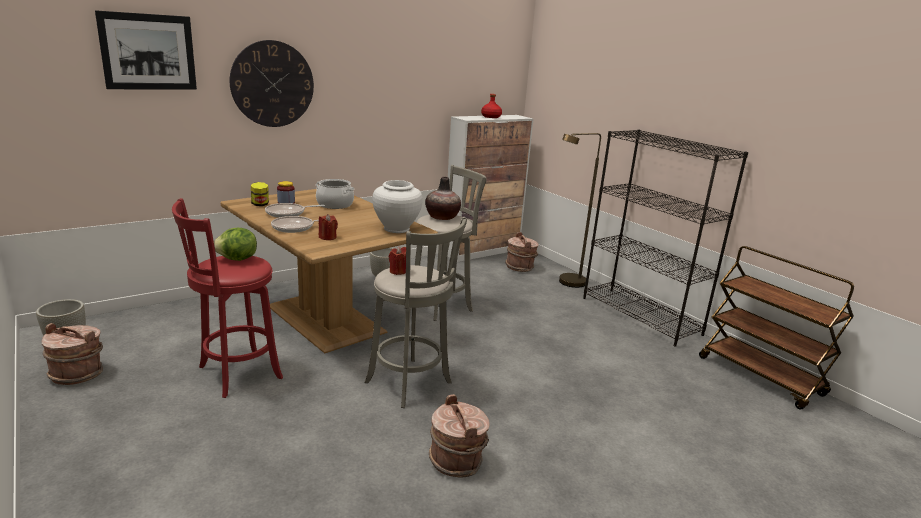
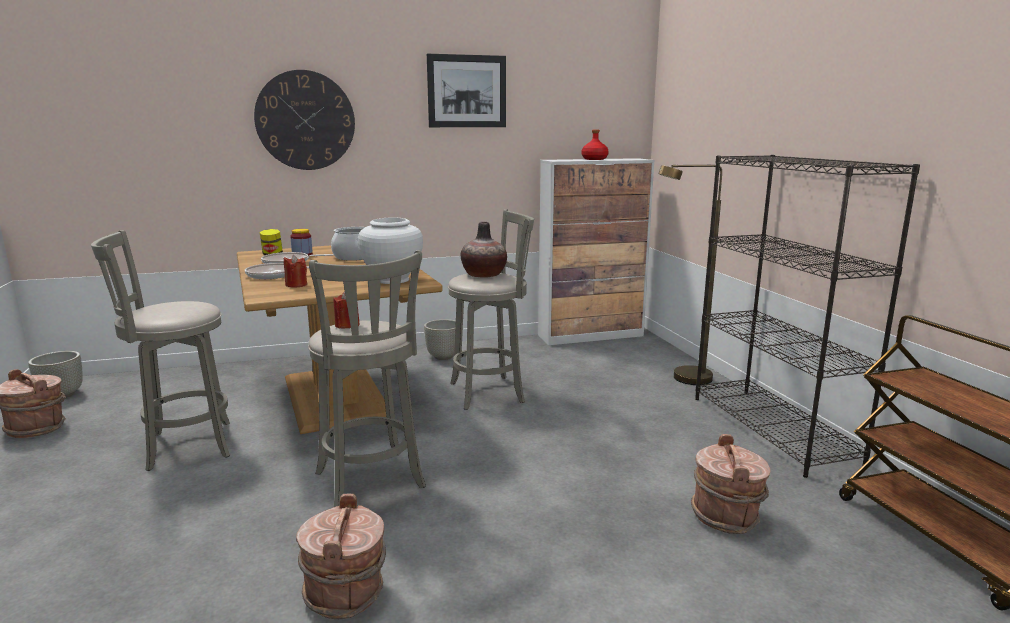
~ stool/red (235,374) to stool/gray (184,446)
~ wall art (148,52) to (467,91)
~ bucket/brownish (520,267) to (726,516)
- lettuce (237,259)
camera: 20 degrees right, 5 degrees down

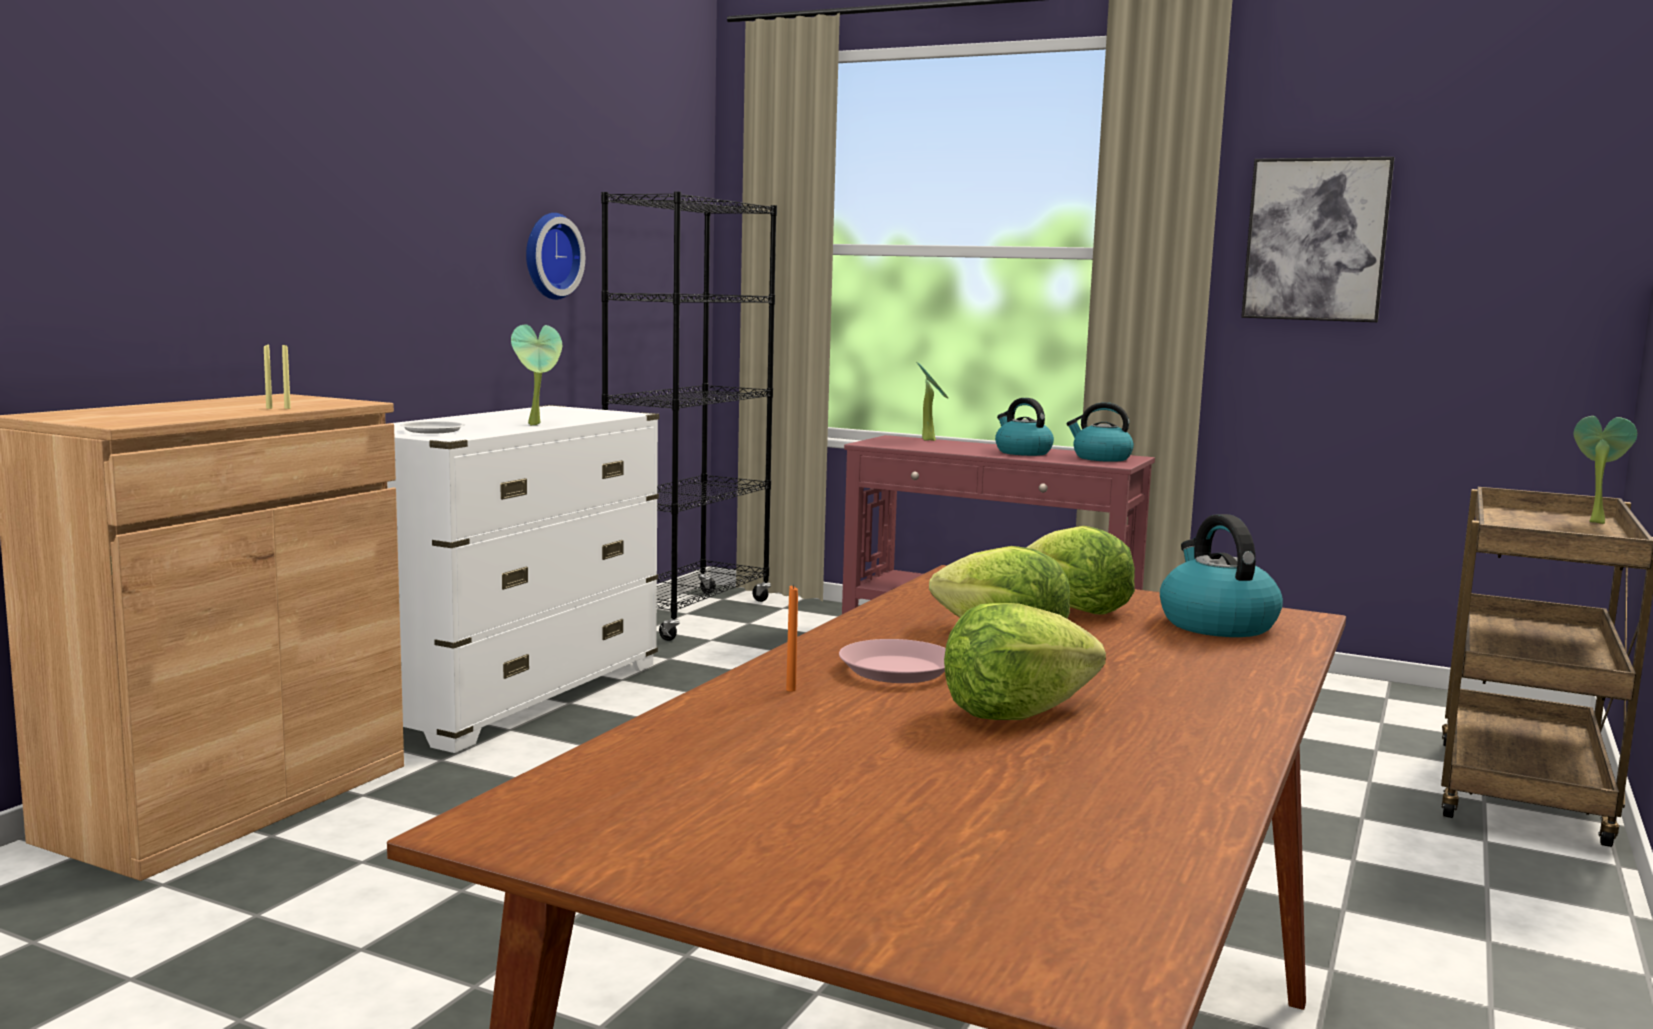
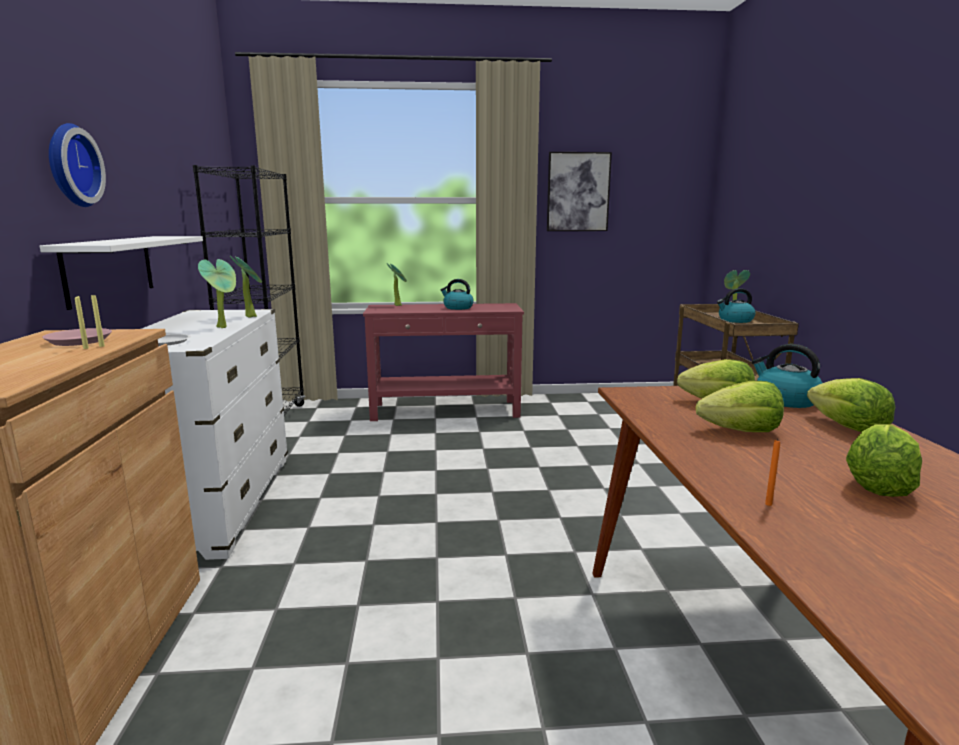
+ shelf/white-coloured (110,269)
~ dinner plate/pinkish (897,670) to (79,341)
~ hanging clock (548,256) to (70,166)
+ houseplant (251,316)
~ kettle (1100,458) to (735,320)
+ lettuce (847,427)
camera: 30 degrees left, 5 degrees up

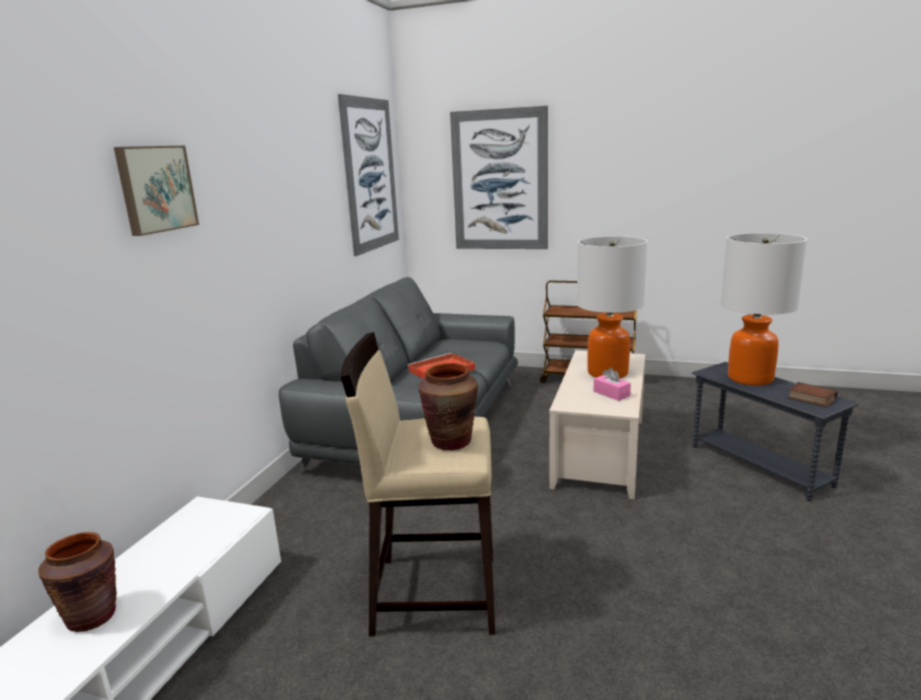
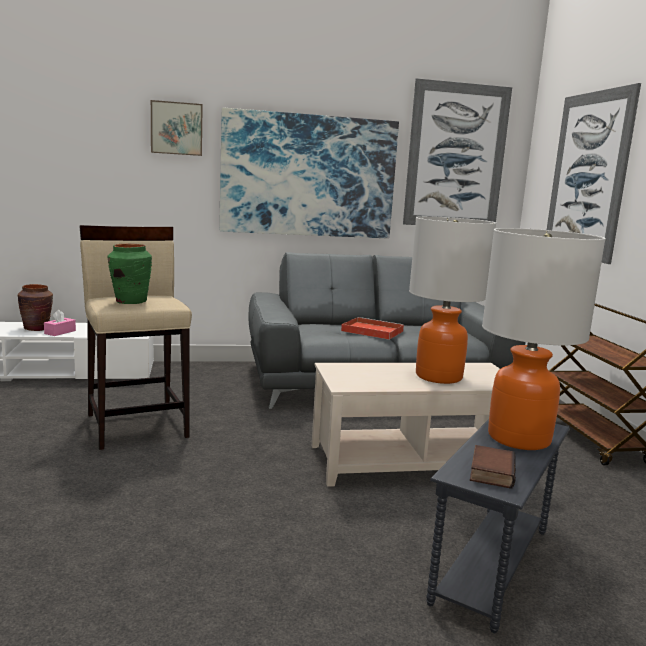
~ box of tissues/pinkish (611,394) to (60,332)
~ vase/brownish (451,442) to vase/green-coloured (130,301)
+ wall art (308,176)
camera: 60 degrees right, 5 degrees down

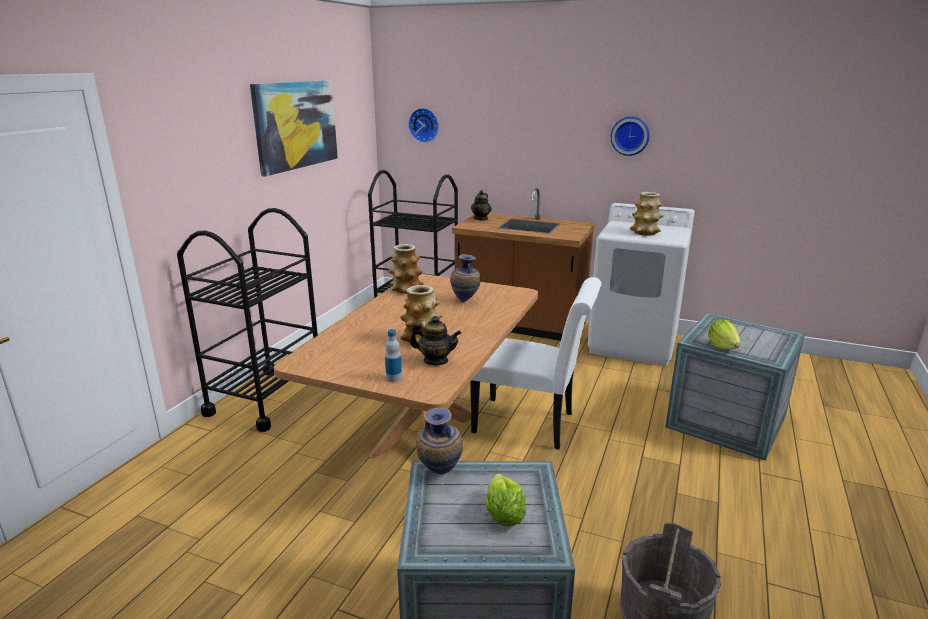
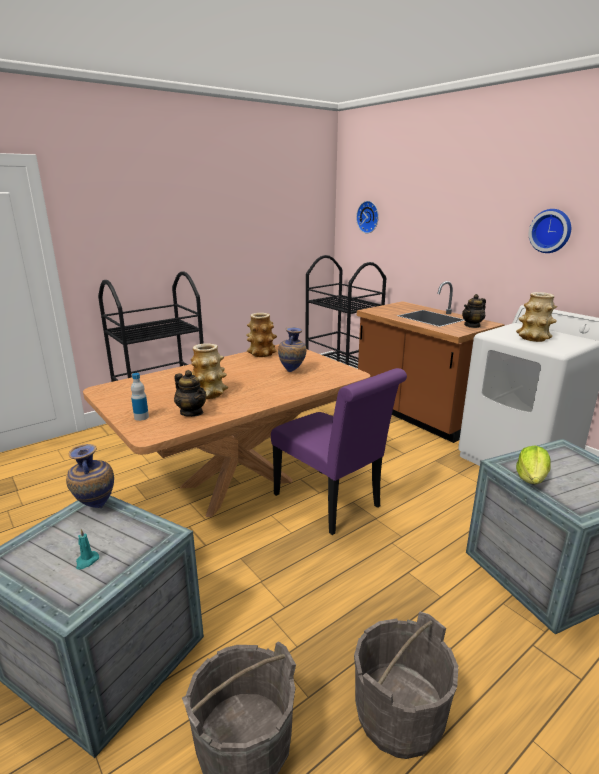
~ lettuce (503,515) to wax candle/blue-green (86,561)
~ chair/white-coloured (531,424) to chair/purplish (331,504)
+ bucket/gray (398,716)
~ teapot (481,218) to (472,325)
- wall art (296,125)
camera: 30 degrees right, 0 degrees up

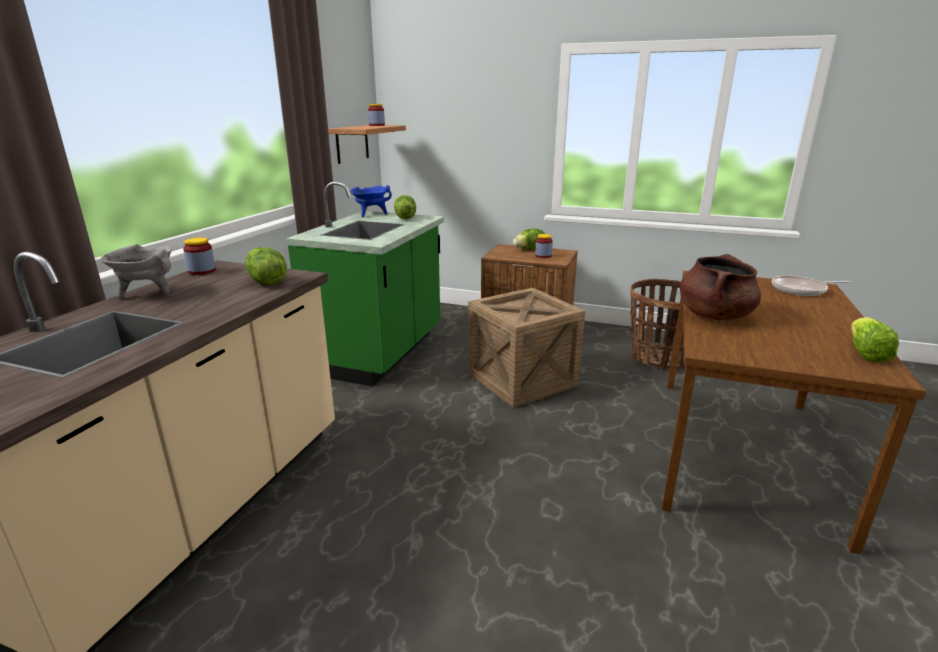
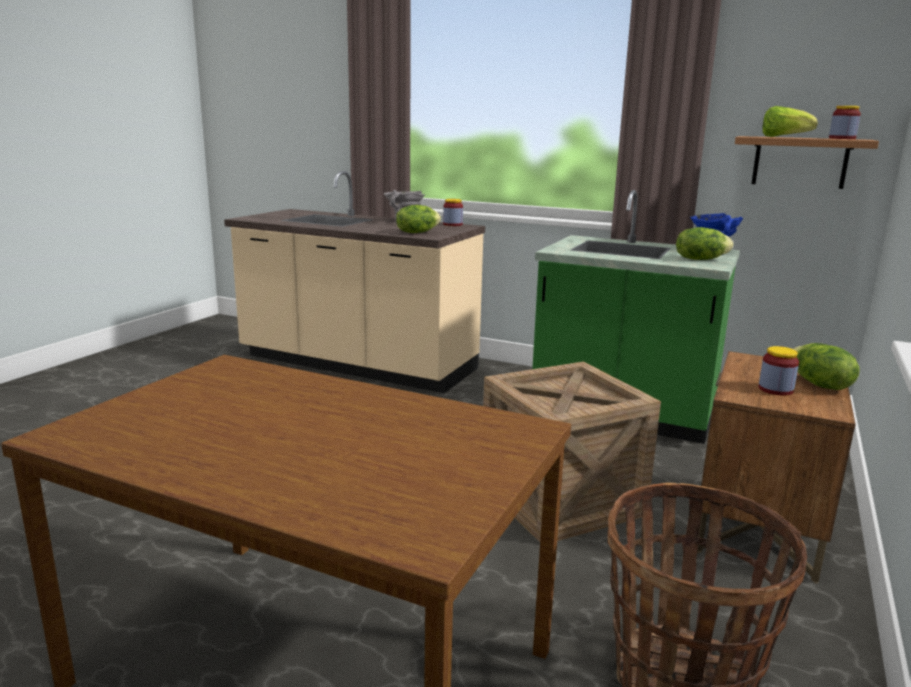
~ lettuce (865,353) to (783,137)
- stockpot/brownish (714,315)
- skillet (801,290)
camera: 95 degrees right, 5 degrees down

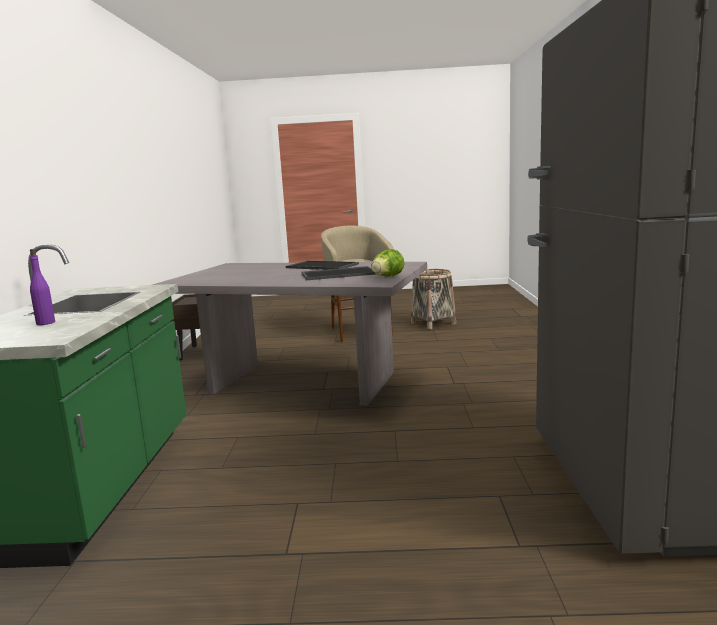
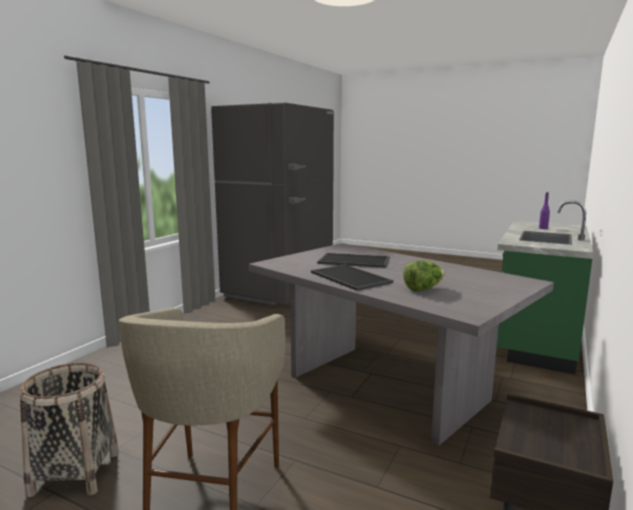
~ lettuce (387,277) to (423,289)
camera: 155 degrees left, 0 degrees up

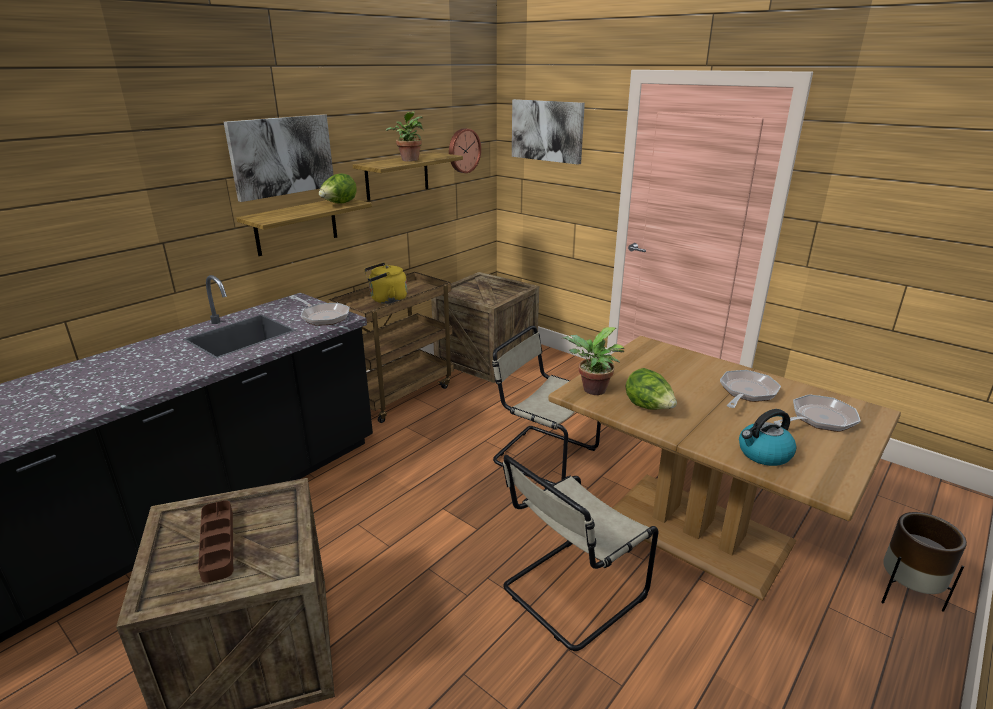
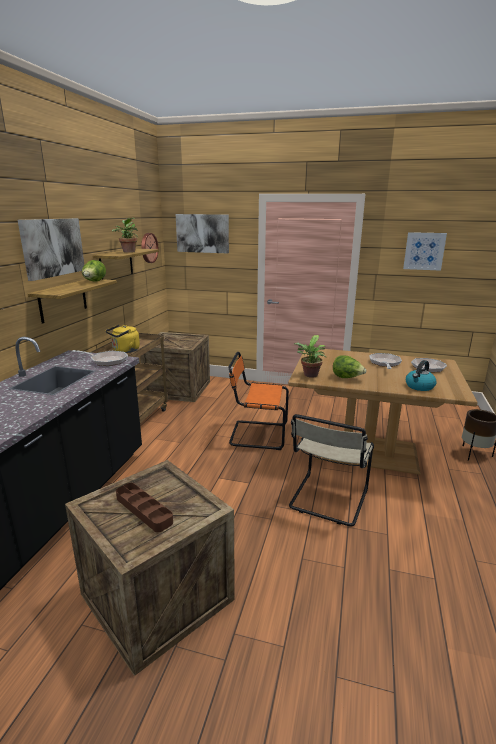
~ chair/beige (541,455) to chair/orange (256,435)
+ wall art (424,251)
camera: 25 degrees left, 5 degrees down

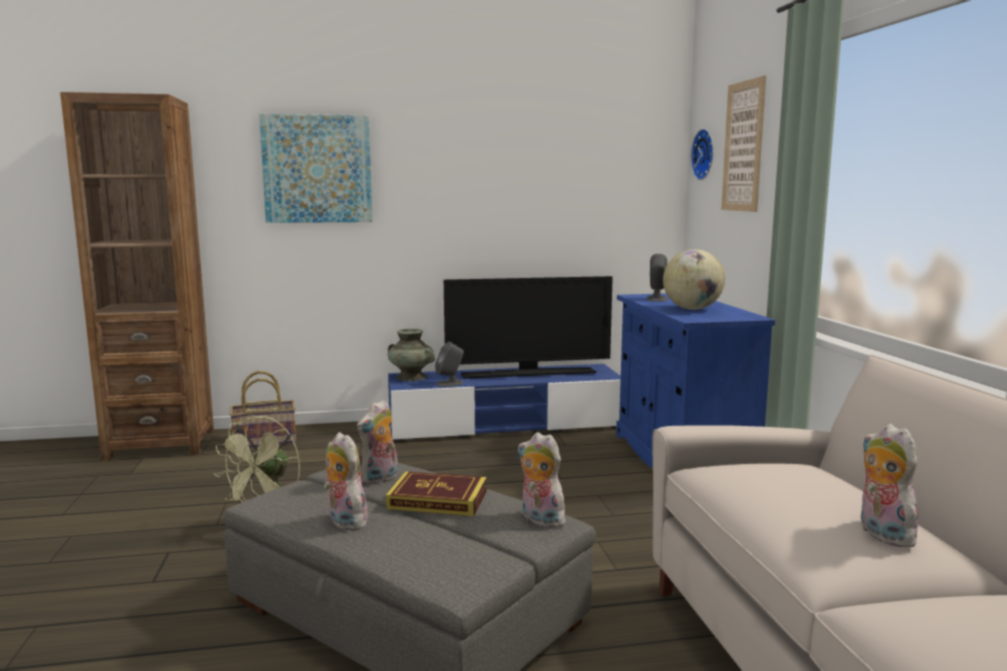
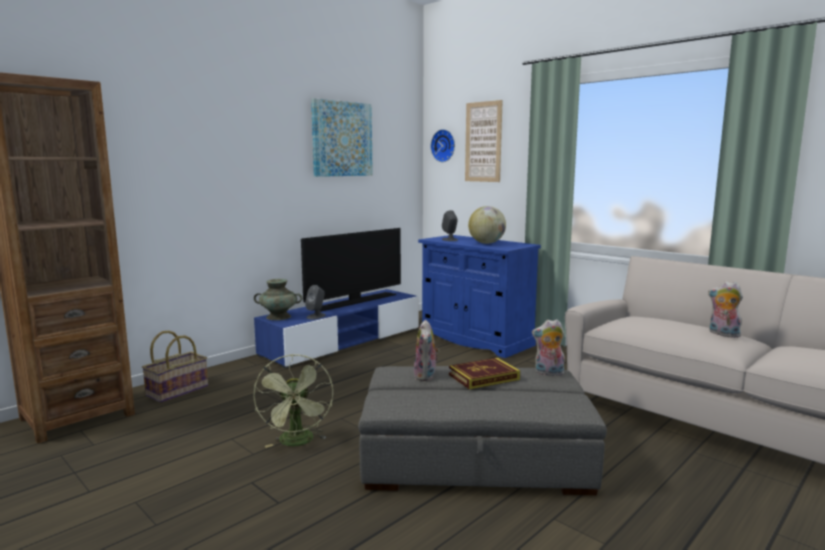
~ wall art (317,169) to (342,139)
- plush toy (344,522)
camera: 35 degrees left, 0 degrees up

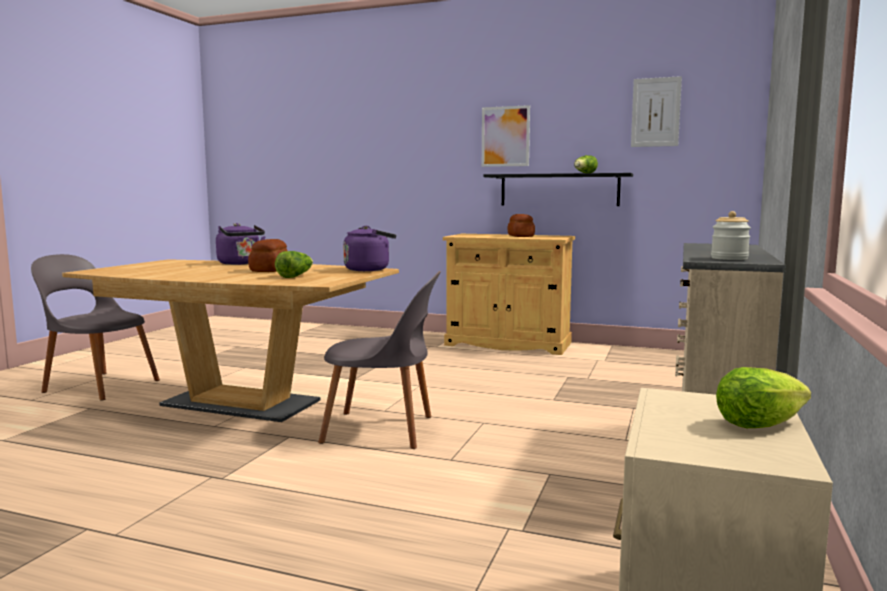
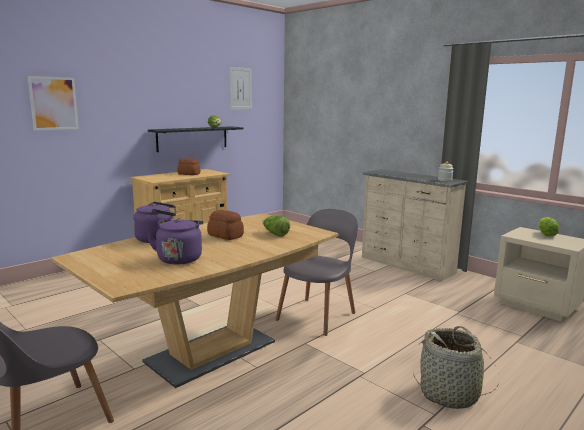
~ wall art (505,136) to (54,103)
~ kettle/purplish (369,269) to (179,258)
+ household basket (449,394)
camera: 65 degrees left, 5 degrees up

